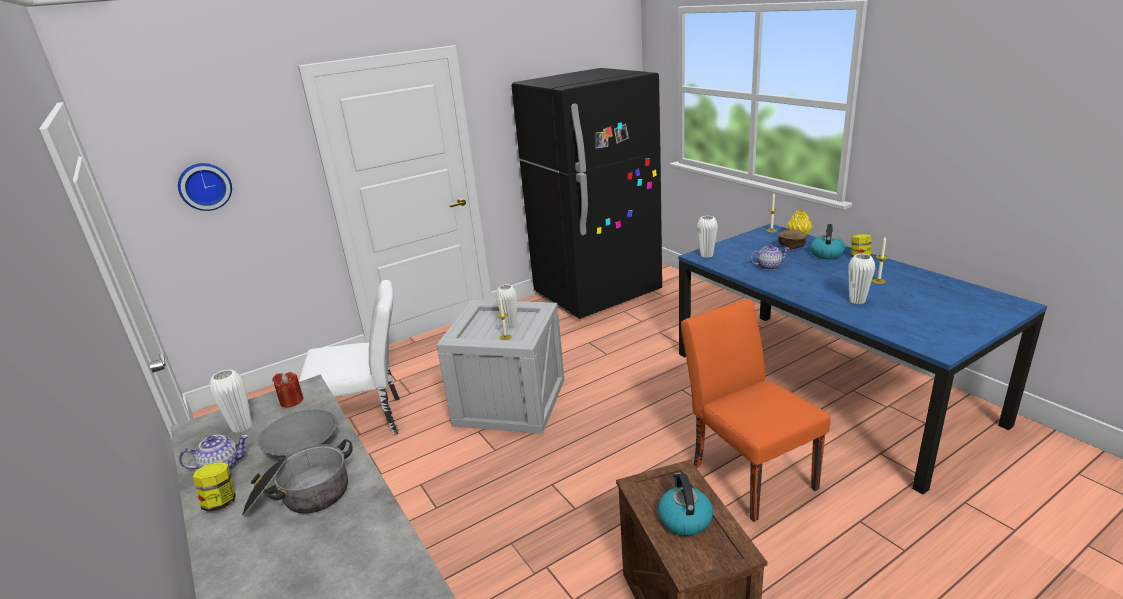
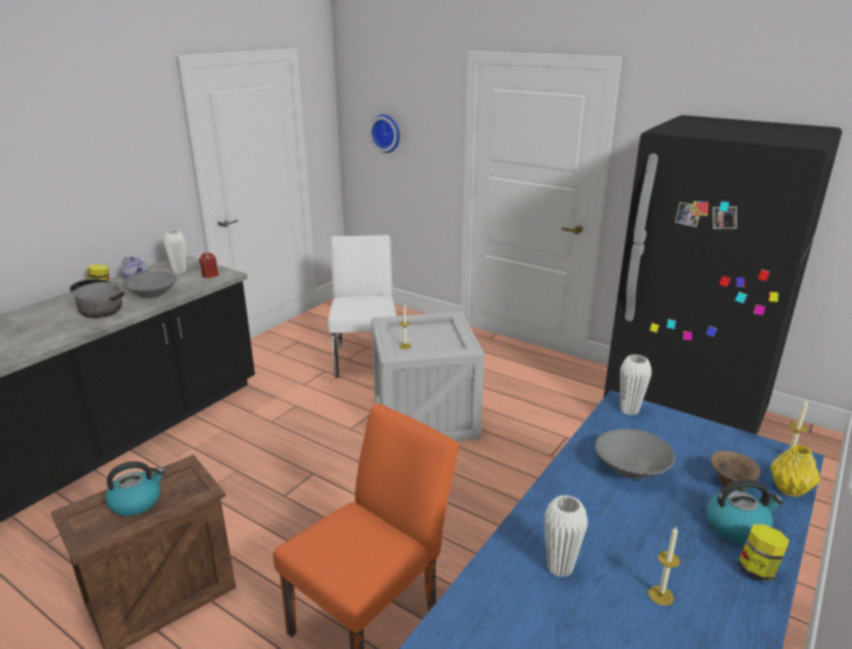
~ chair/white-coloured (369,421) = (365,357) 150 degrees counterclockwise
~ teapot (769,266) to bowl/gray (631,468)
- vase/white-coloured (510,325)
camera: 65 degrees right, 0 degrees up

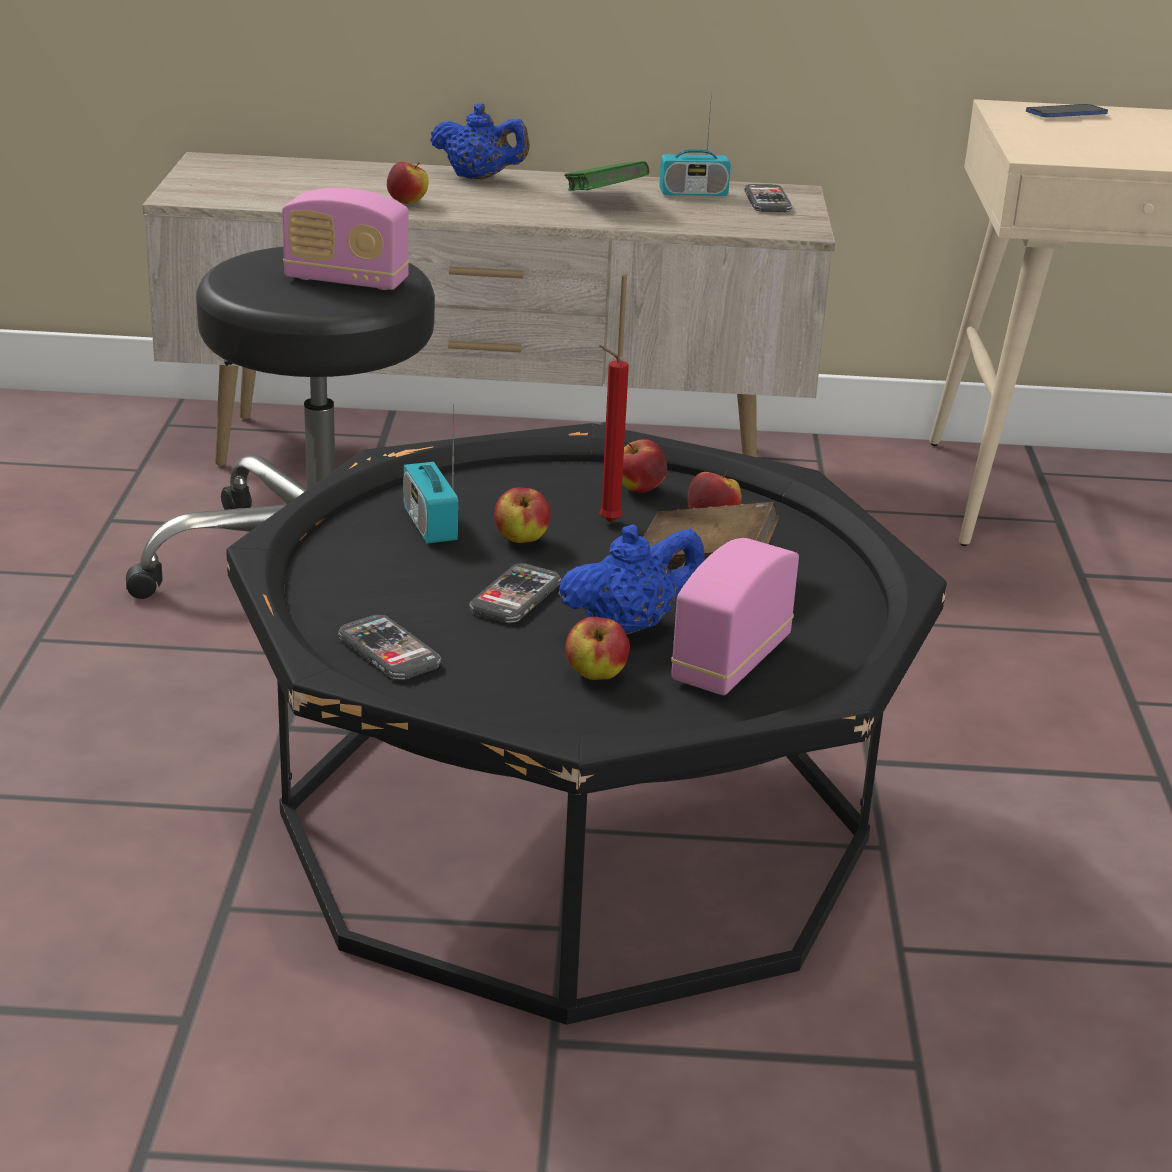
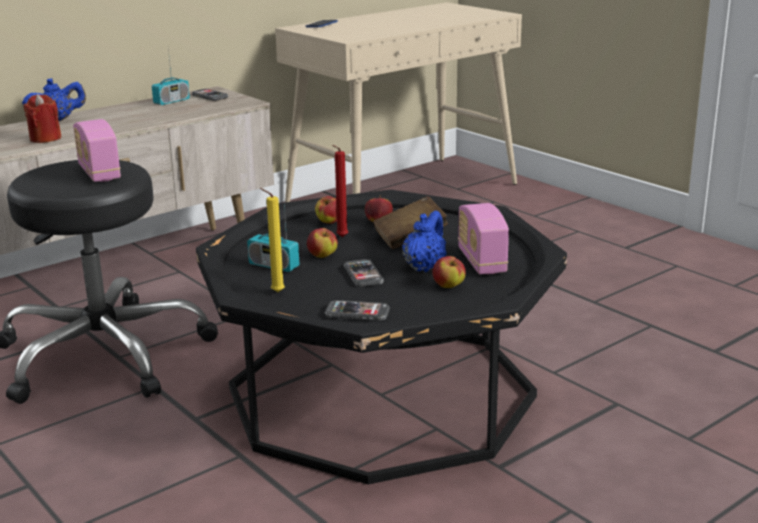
~ apple (407,202) to wax candle/red (45,138)
~ radio (346,281) = (99,173) 90 degrees clockwise
+ wax candle/yellowish (275,292)
- bound book/green-coloured (604,201)
camera: 40 degrees left, 5 degrees down

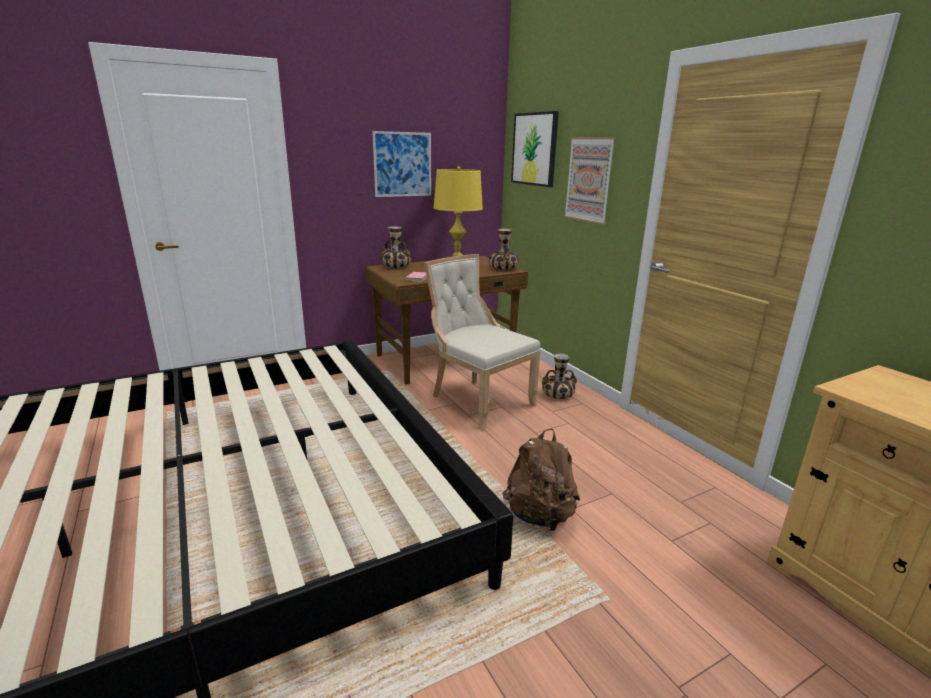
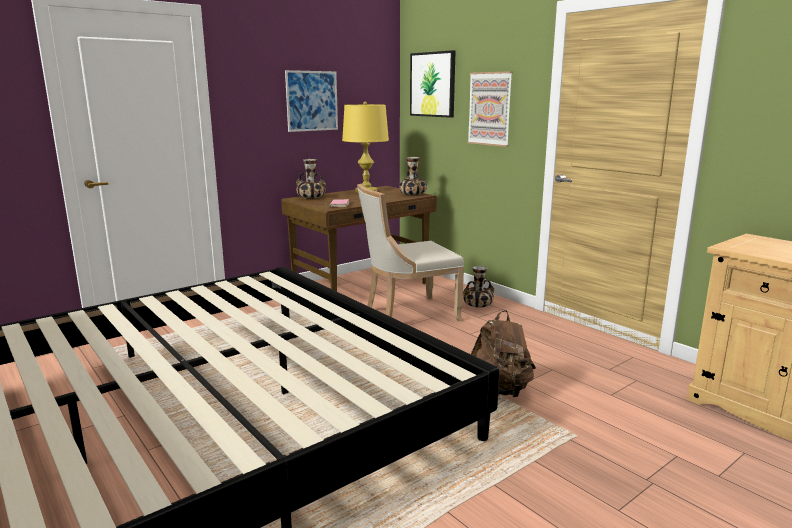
~ chair/beige (478,400) = (407,315) 60 degrees counterclockwise
camera: 10 degrees left, 5 degrees down

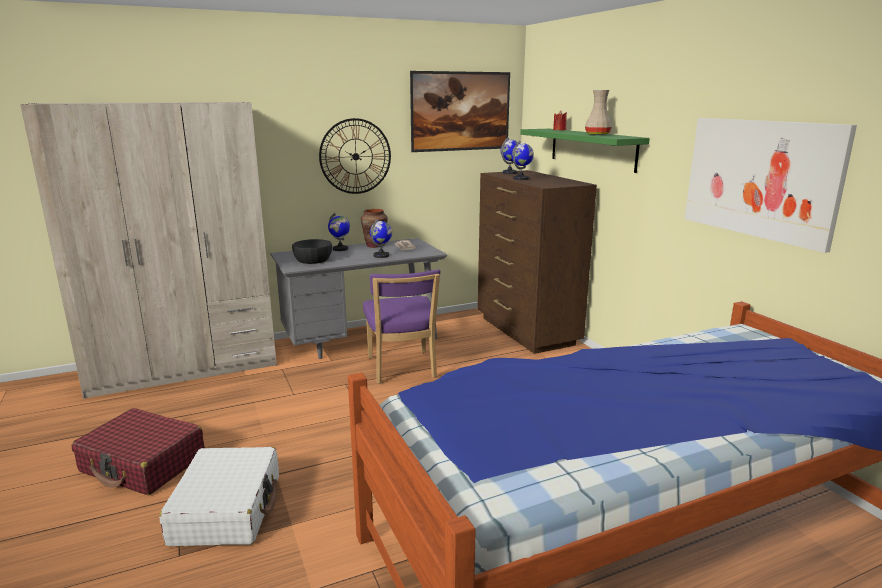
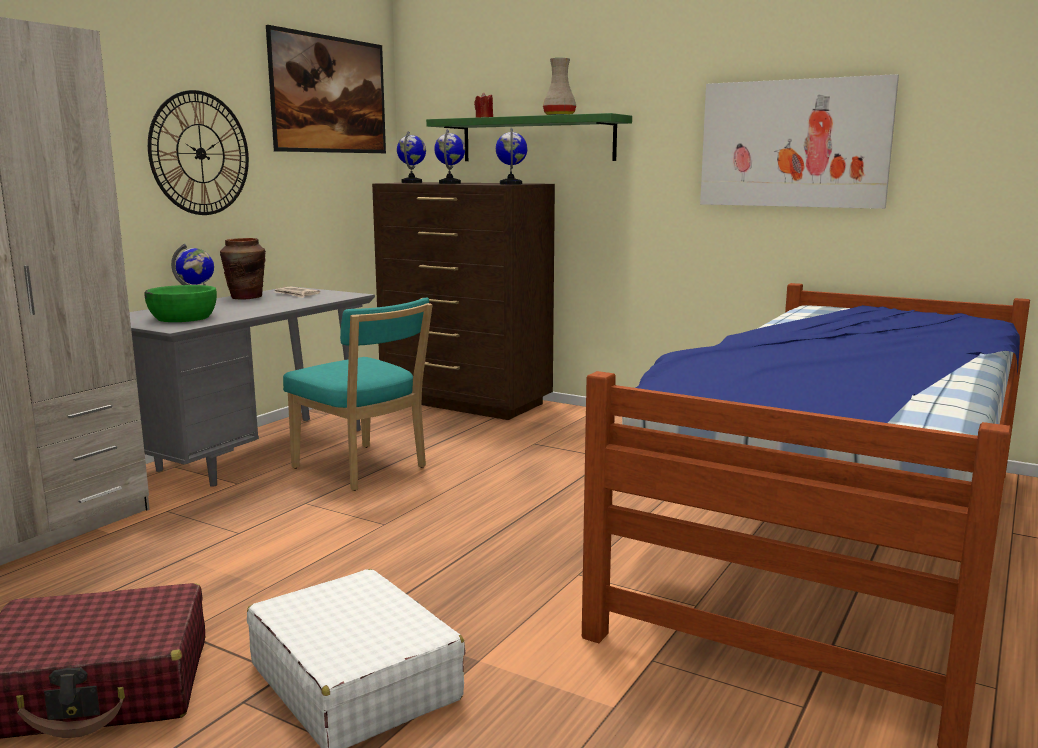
~ bowl/blackish (313,260) to bowl/green-coloured (183,318)
~ chair/purplish (402,369) to chair/blue-green (363,469)
~ desk globe (381,256) to (511,184)
camera: 35 degrees left, 5 degrees down

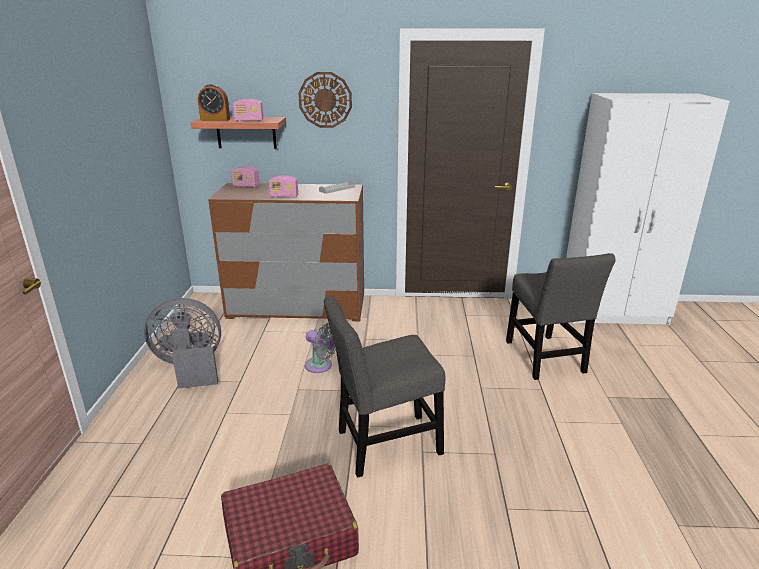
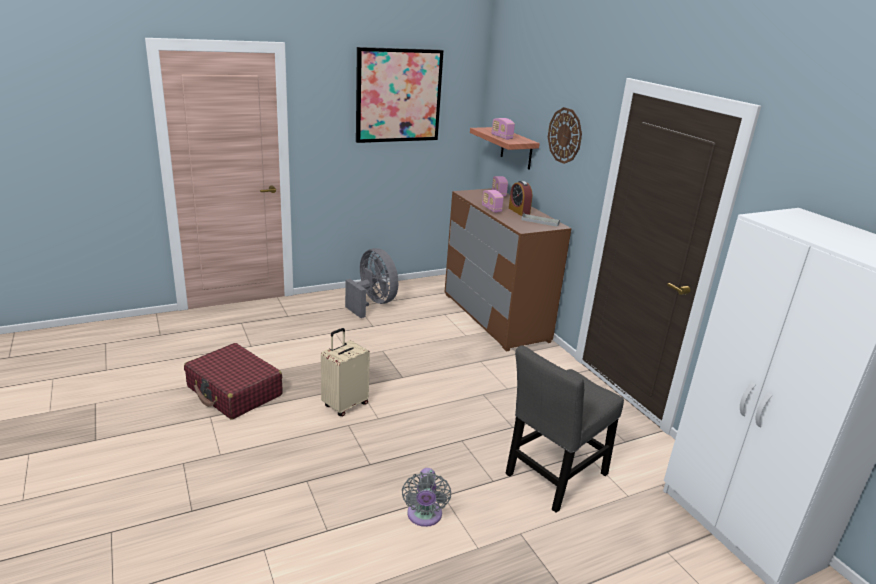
~ chair/gray (383,444) to suitcase/beige (344,405)
+ wall art (398,95)
~ cooling fan/gray (321,366) to (424,516)
~ bedside clock (215,120) to (519,211)
camera: 60 degrees right, 0 degrees up

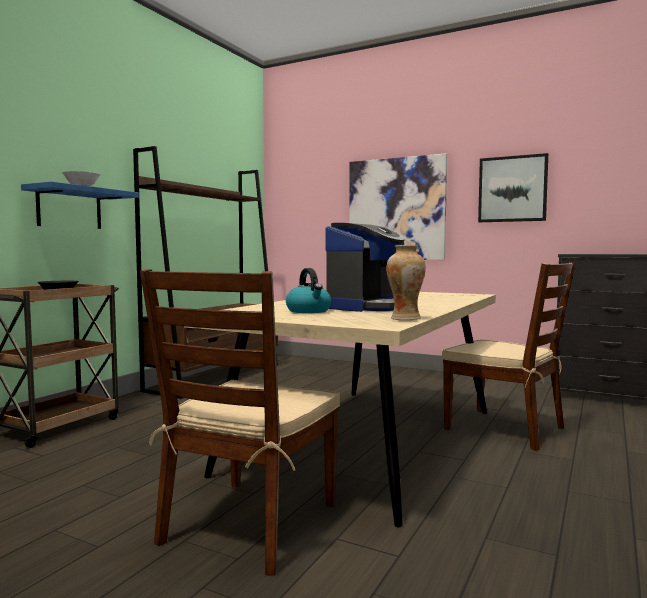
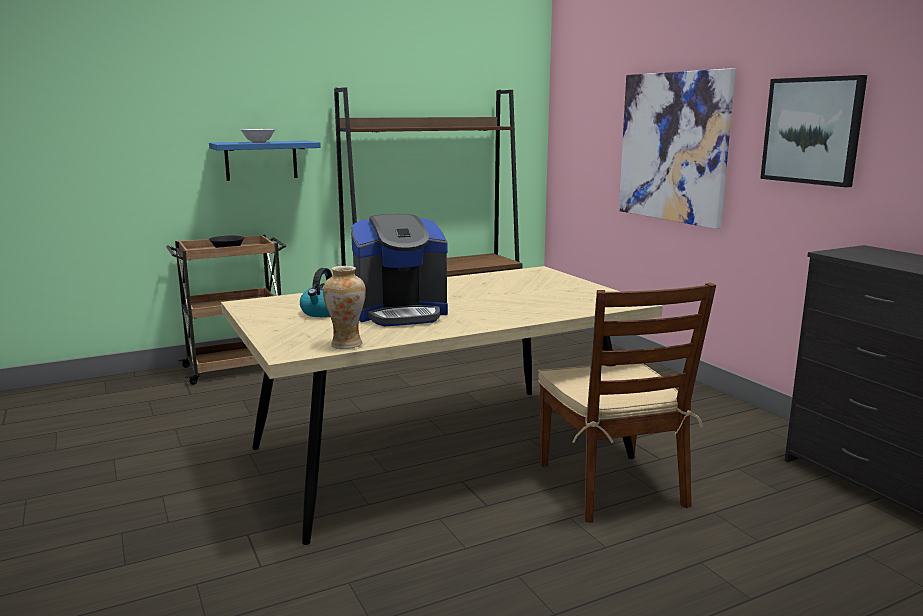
- chair/brownish (250,523)
camera: 35 degrees right, 10 degrees up

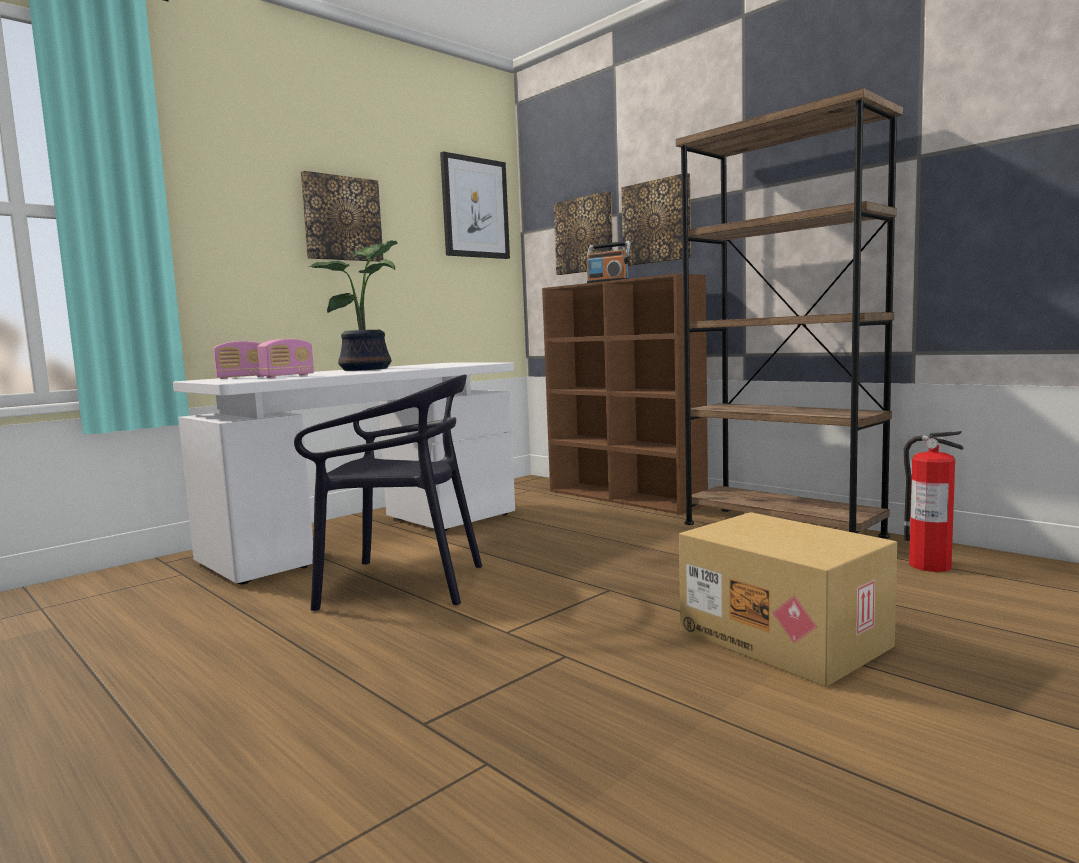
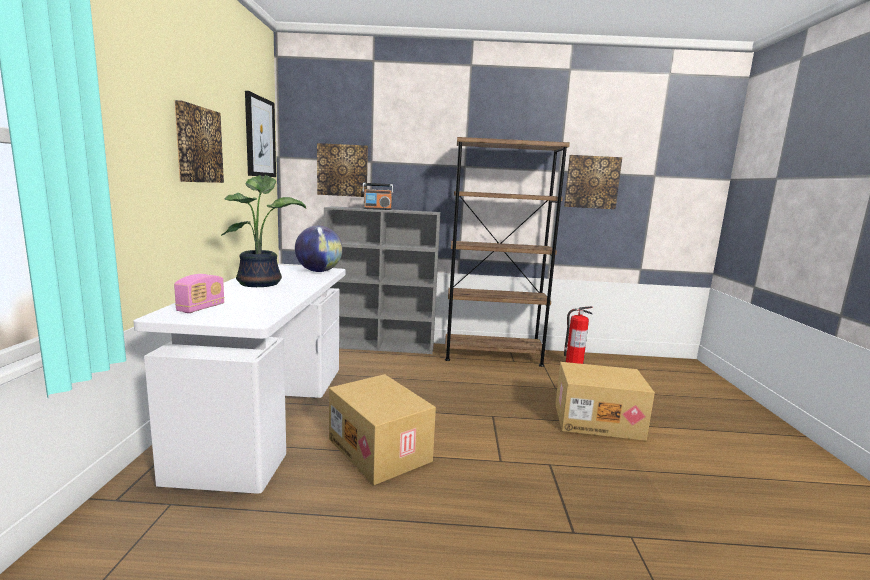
+ desk globe (319,271)
~ bookcase/brownish (625,498) to bookcase/gray (381,346)
~ chair/blackish (401,585) to cardboard box (381,450)
~ wall art (657,222) to (592,182)
- radio (287,376)
camera: 45 degrees left, 5 degrees up

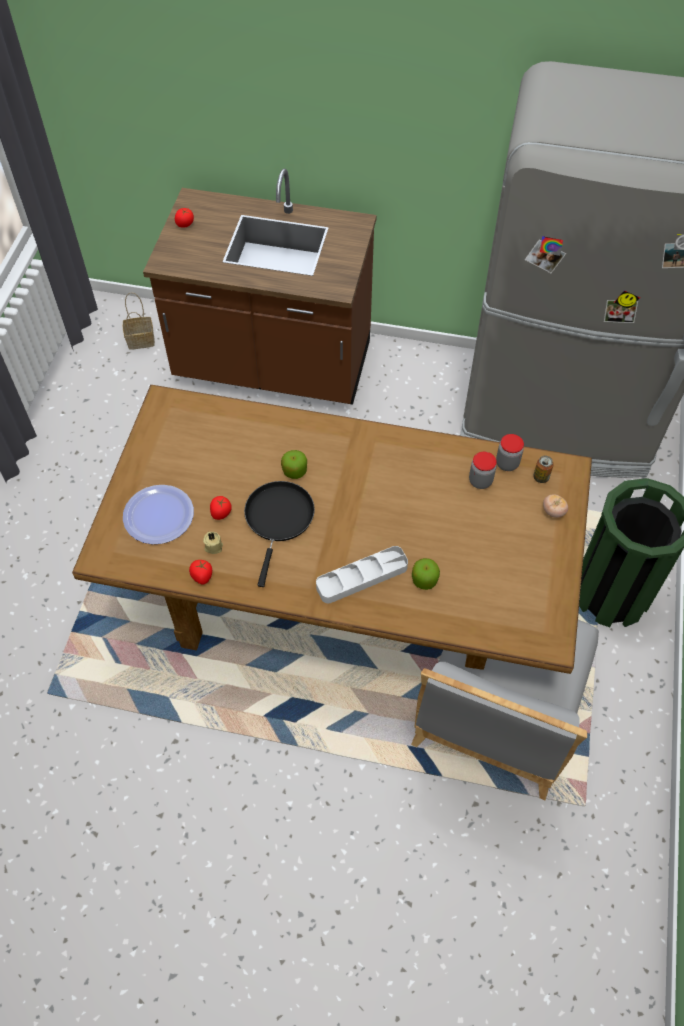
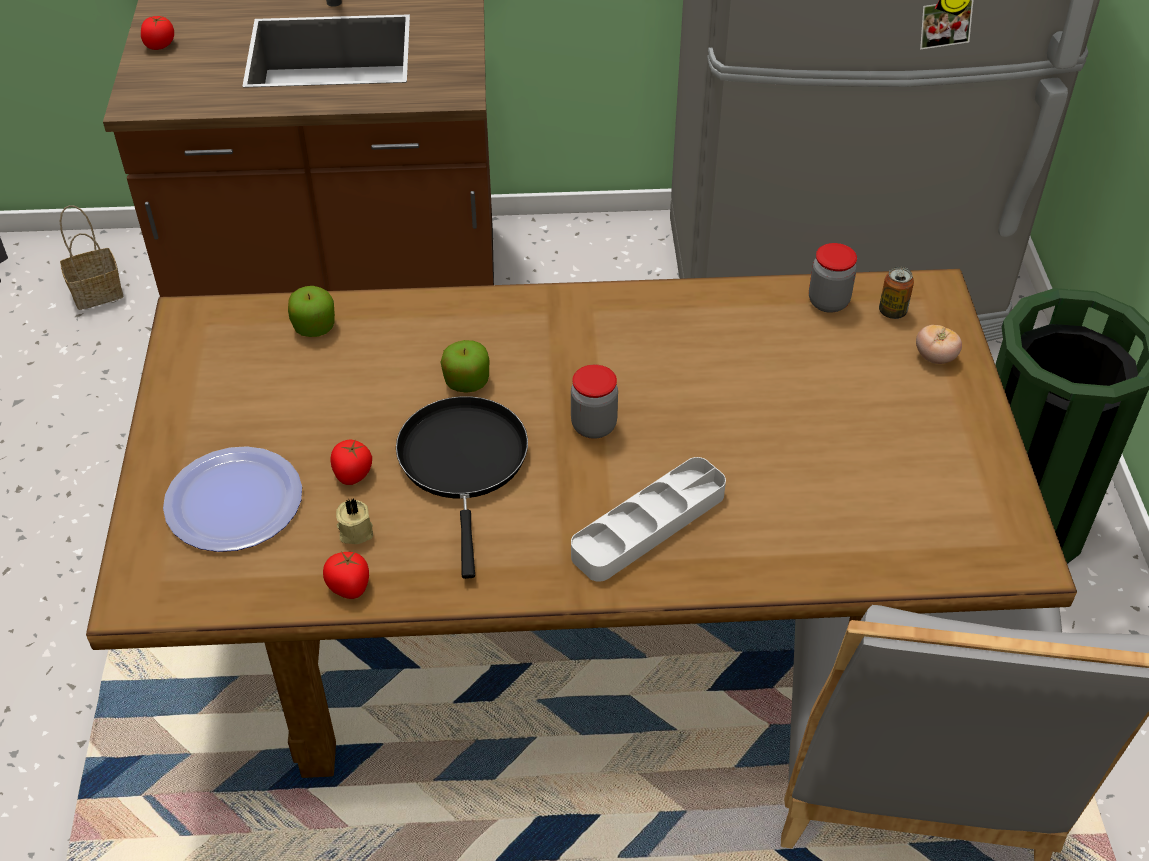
~ apple (424,580) to (314,326)
~ jar (480,481) to (593,426)
camera: 15 degrees left, 10 degrees down

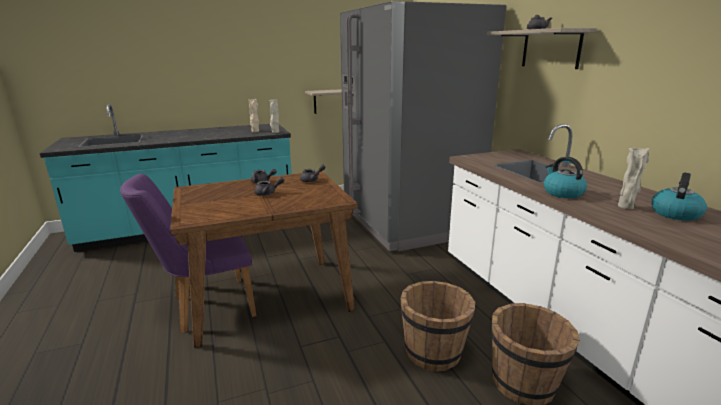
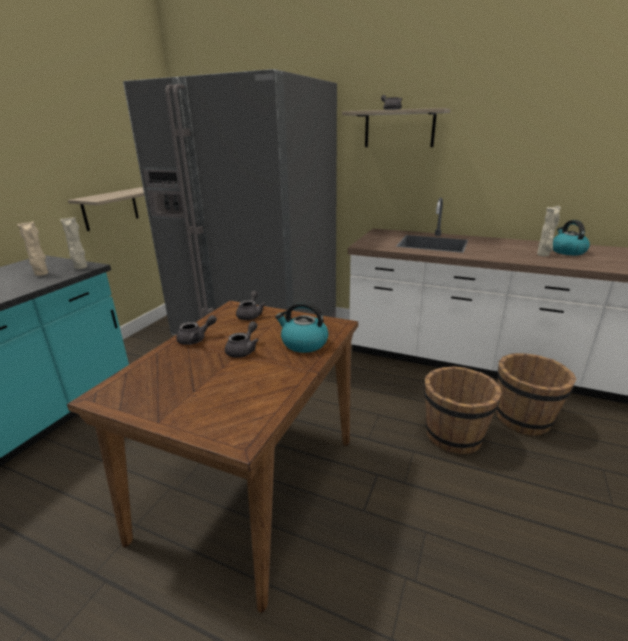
~ kettle (562,193) to (303,343)
- chair/purplish (204,307)
camera: 45 degrees left, 5 degrees up

